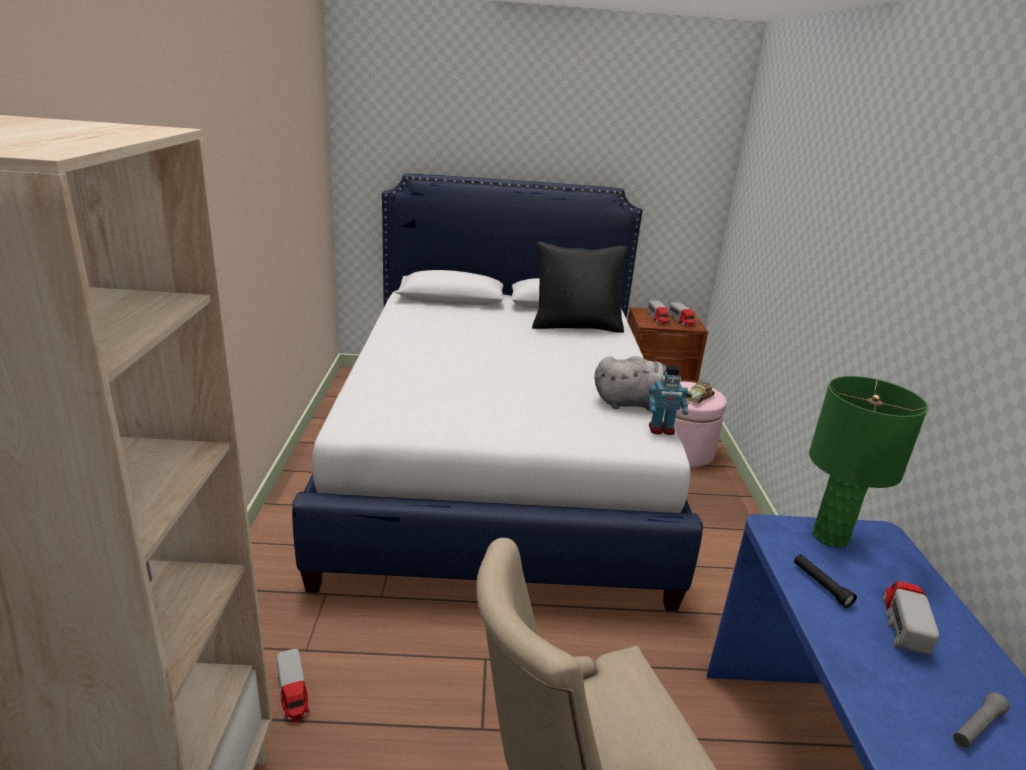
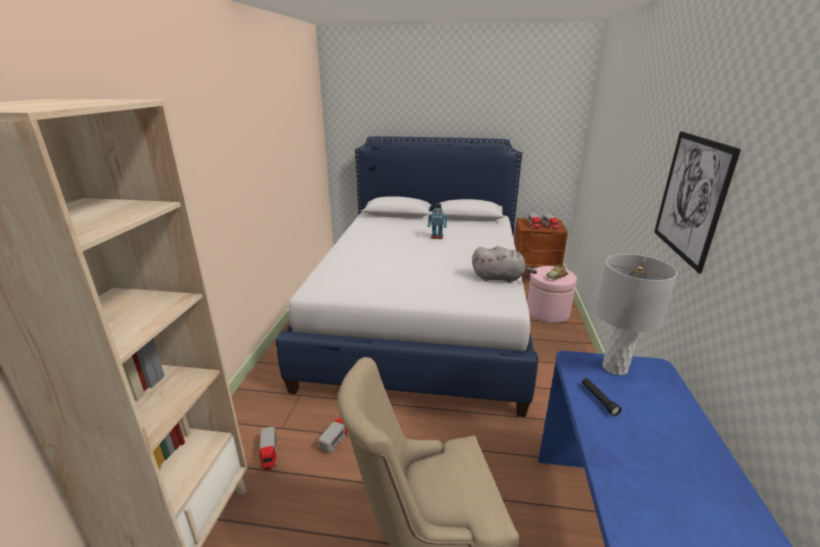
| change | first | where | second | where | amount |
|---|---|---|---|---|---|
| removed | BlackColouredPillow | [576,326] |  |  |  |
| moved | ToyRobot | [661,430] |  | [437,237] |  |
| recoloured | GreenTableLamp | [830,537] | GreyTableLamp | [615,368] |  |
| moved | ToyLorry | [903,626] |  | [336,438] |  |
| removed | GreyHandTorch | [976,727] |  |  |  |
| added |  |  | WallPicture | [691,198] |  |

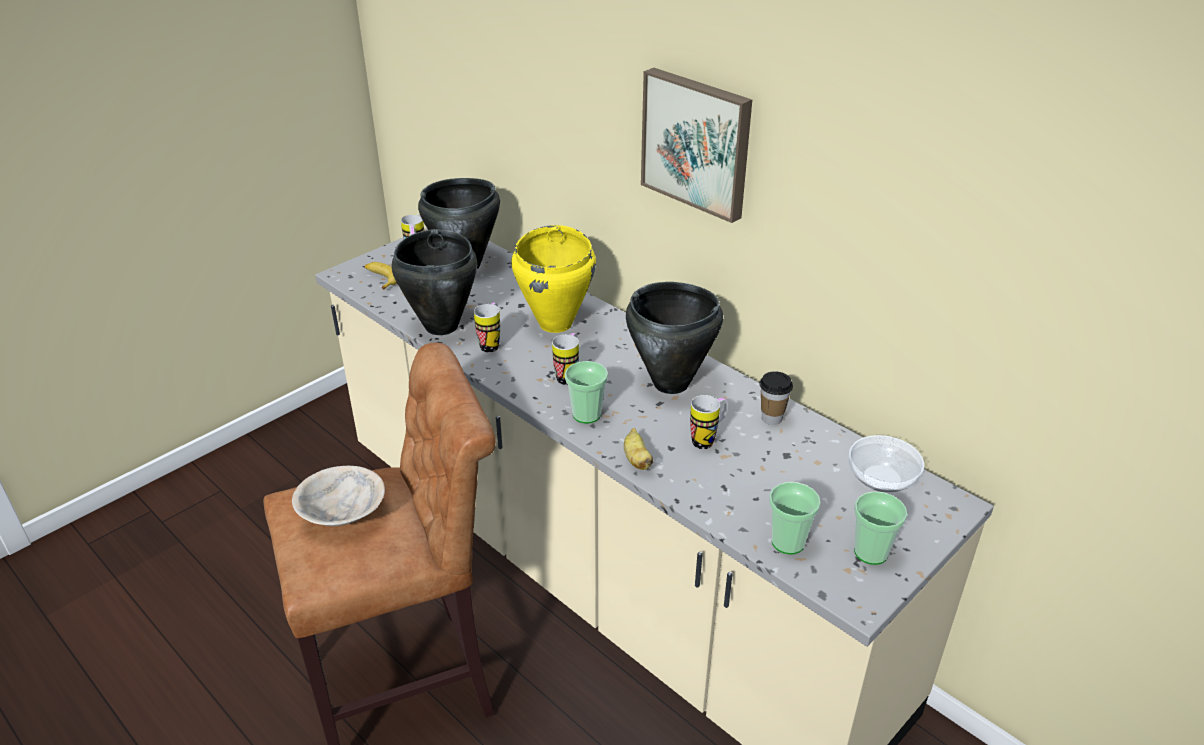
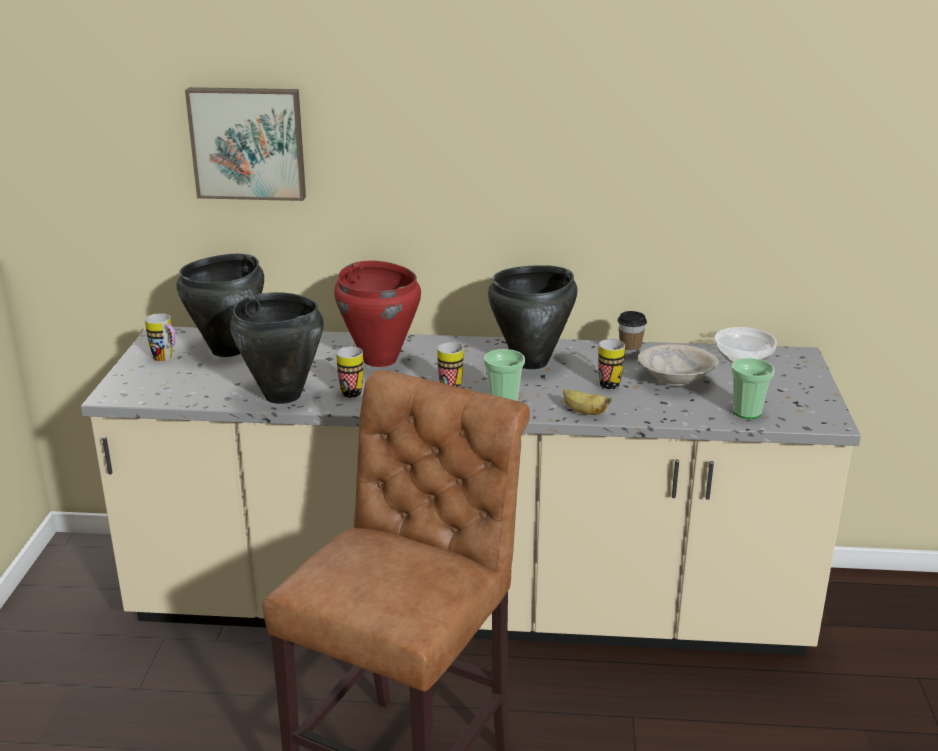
| change | first | where | second | where | amount |
|---|---|---|---|---|---|
| moved | WallPicture | [697,142] |  | [248,143] |  |
| recoloured | YellowishCookingPot | [556,323] | ReddishCookingPot | [380,359] |  |
| removed | BananaFruit | [380,279] |  |  |  |
| moved | BeigeServingBowl | [342,513] |  | [675,380] |  |
| removed | Cup | [871,552] |  |  |  |

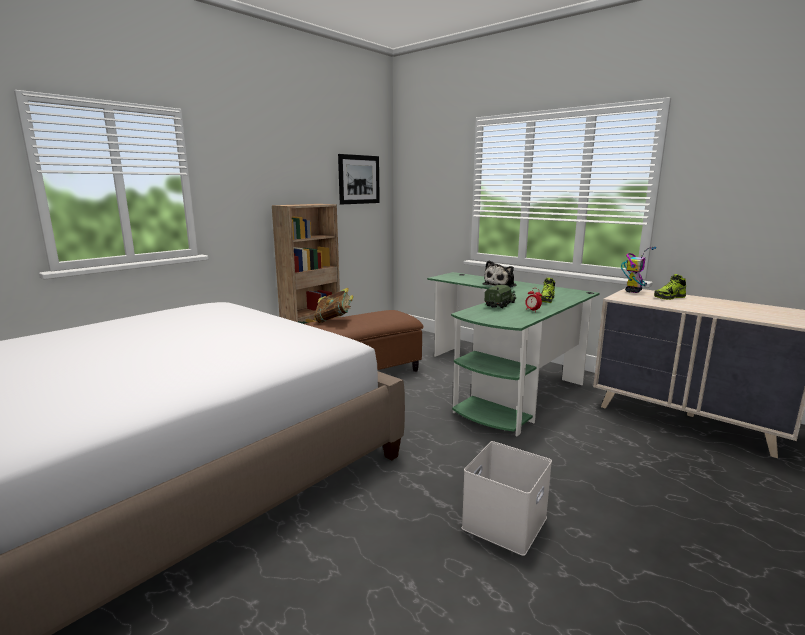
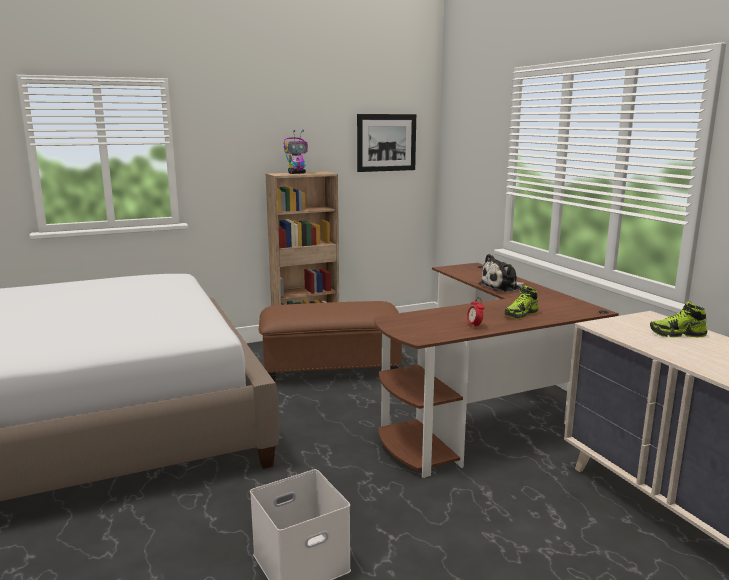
| change | first | where | second | where | amount |
|---|---|---|---|---|---|
| moved | ToyRobot | [633,291] |  | [297,173] |  |
| recoloured | GreenDeskTable | [506,382] | BrownDeskTable | [486,411] |  |
| removed | ToyLorry | [500,304] |  |  |  |
| removed | BoundBook | [334,320] |  |  |  |

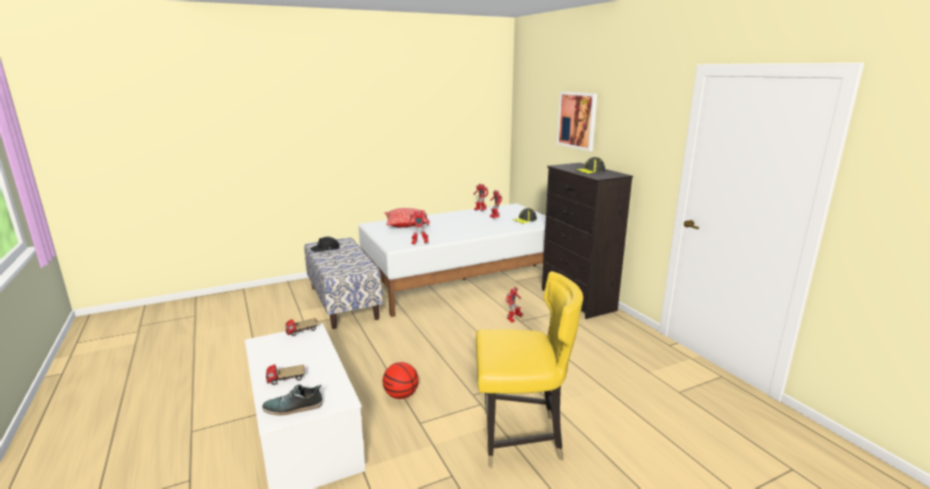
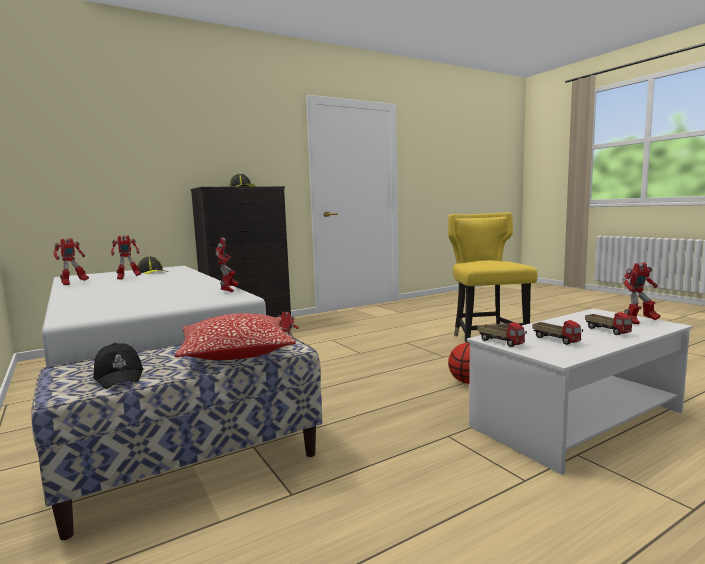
| change | first | where | second | where | amount |
|---|---|---|---|---|---|
| removed | WallPicture | [577,120] |  |  |  |
| moved | Pillow | [406,224] |  | [236,353] |  |
| replaced | Shoe | [293,407] | ToyRobot | [639,322] |  |
| added |  |  | ToyLorry | [556,340] |  |

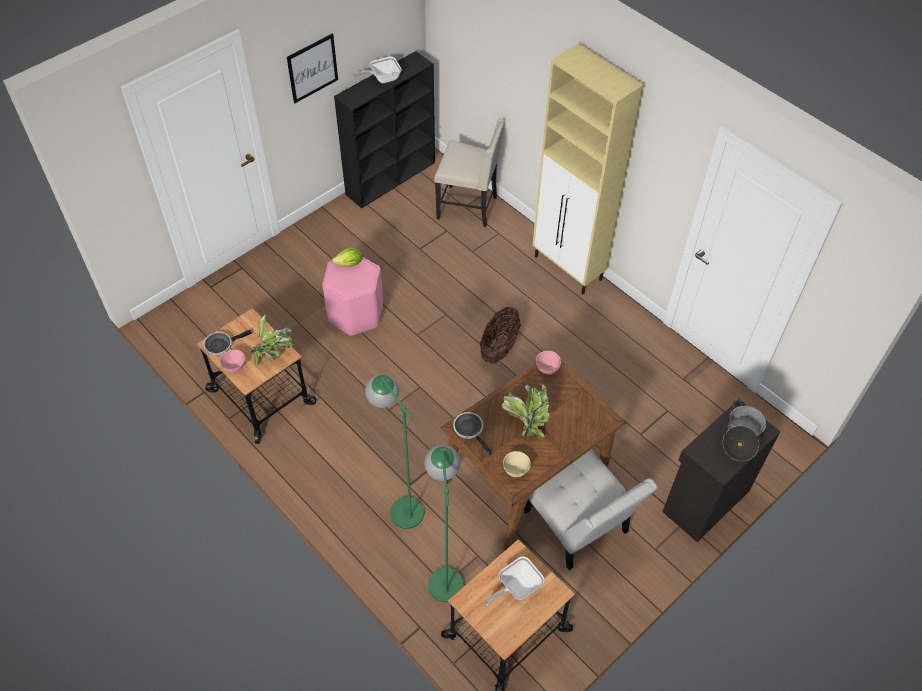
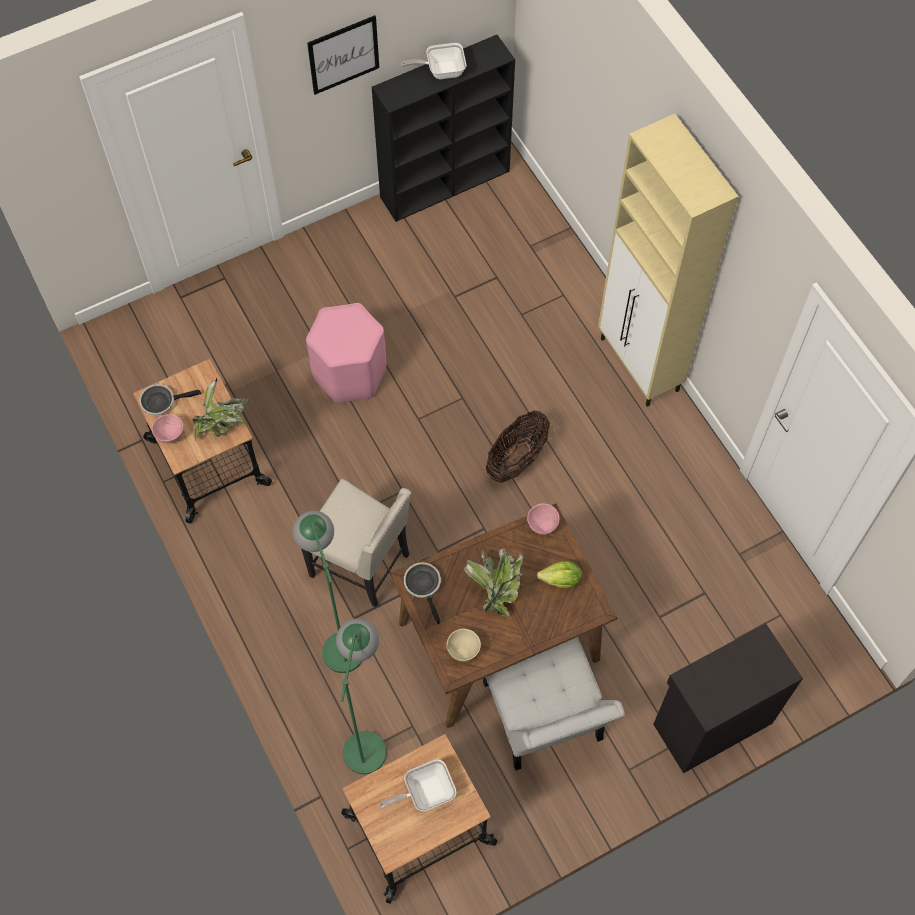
| change | first | where | second | where | amount |
|---|---|---|---|---|---|
| moved | BeigePlainChair | [468,207] |  | [362,565] |  |
| moved | LettuceHead | [349,264] |  | [561,580] |  |
| removed | CookingPot | [741,437] |  |  |  |

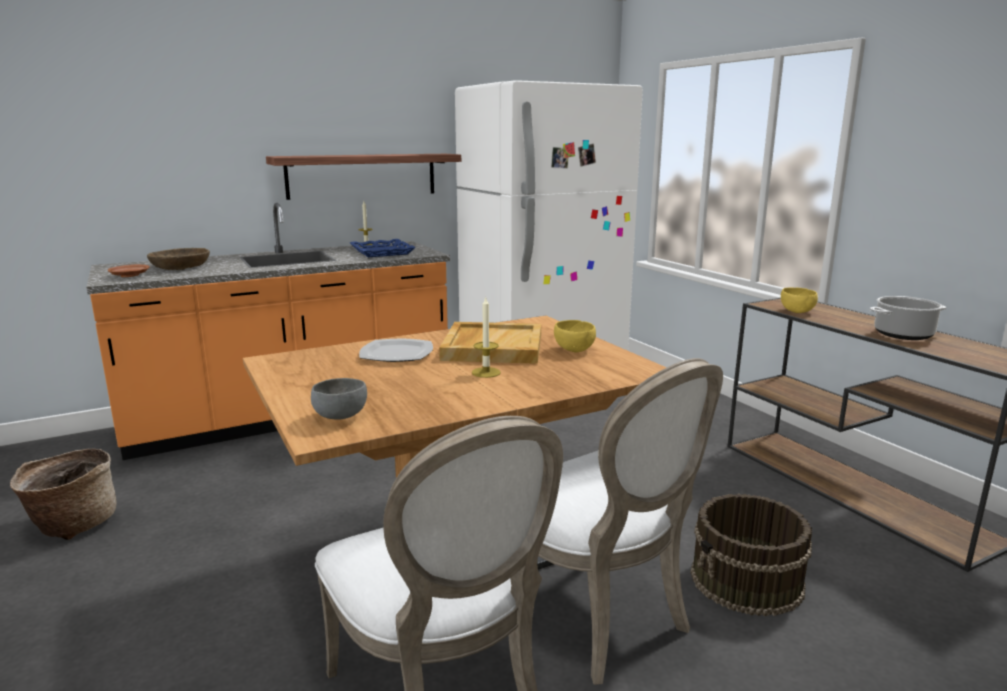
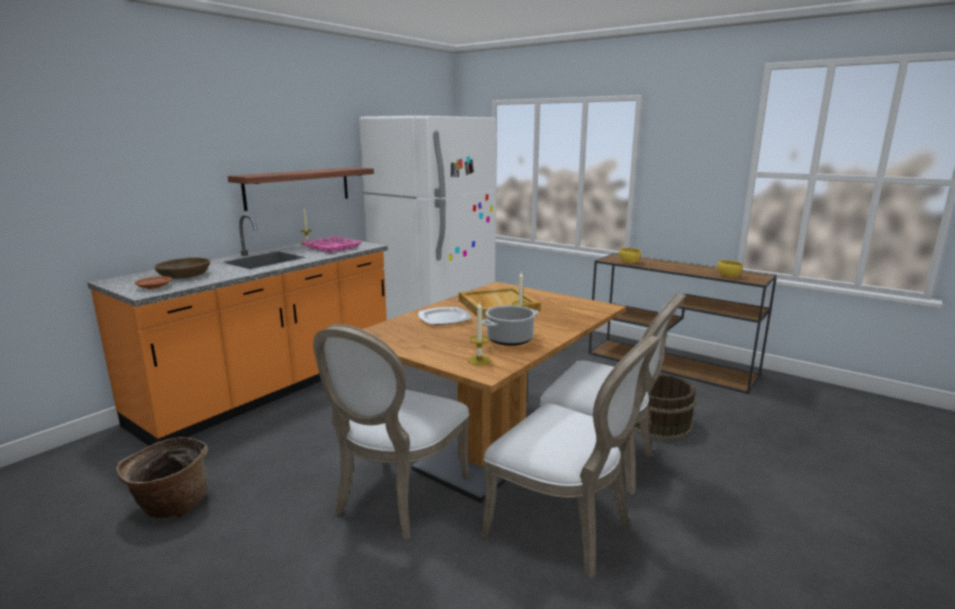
| change | first | where | second | where | amount |
|---|---|---|---|---|---|
| recoloured | BlueColouredCarryingTray | [382,252] | PinkCarryingTray | [332,248] |  |
| moved | CookingPot | [903,334] |  | [510,339] |  |
| moved | YellowishServingBowl | [574,350] |  | [728,276] |  |
| replaced | GreyServingBowl | [340,416] | WaxLight | [479,360] |  |
| added |  |  | WhitePlainChair | [396,498] |  |

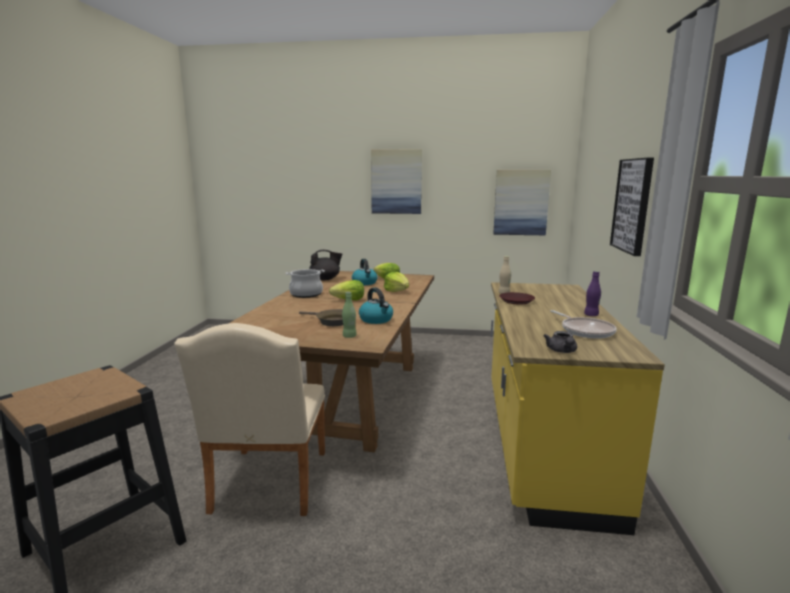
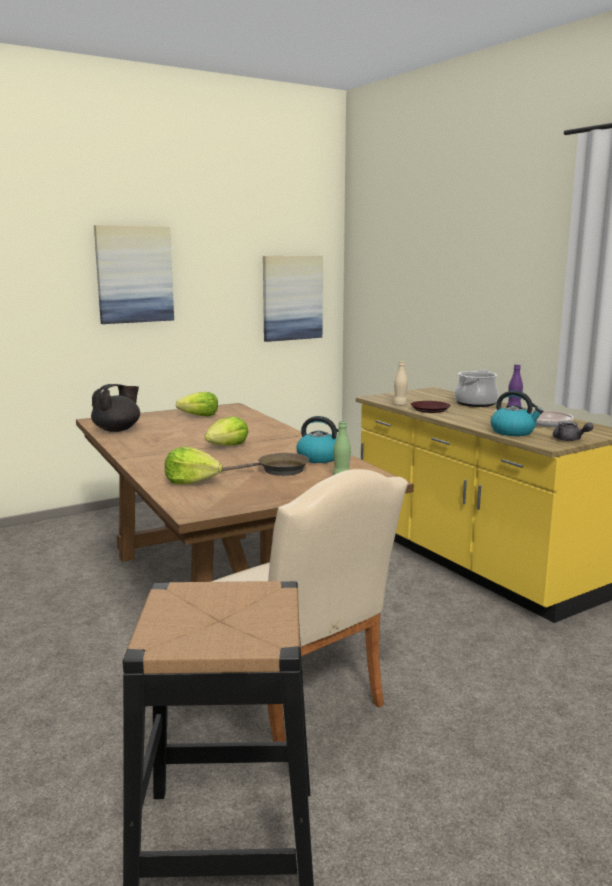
| change | first | where | second | where | amount |
|---|---|---|---|---|---|
| removed | WallPicture | [633,205] |  |  |  |
| moved | Kettle | [365,283] |  | [513,432] |  |
| moved | CookingPot | [306,294] |  | [476,403] |  |
| moved | LettuceHead | [397,291] |  | [191,481] |  |

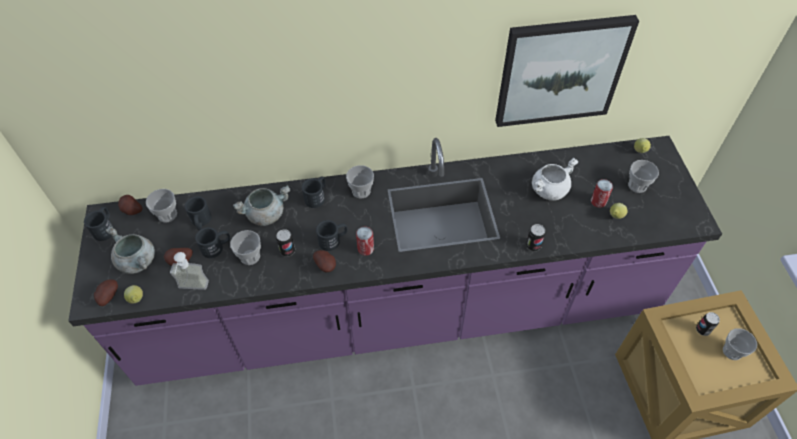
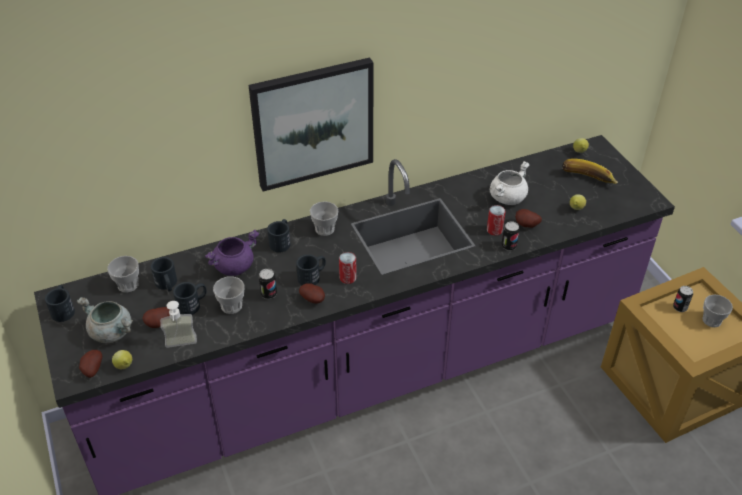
| change | first | where | second | where | amount |
|---|---|---|---|---|---|
| moved | WallPicture | [560,71] |  | [313,123] |  |
| replaced | Cup | [637,185] | BananaFruit | [587,180] |  |
| moved | SealedCan | [598,201] |  | [494,230] |  |
| recoloured | GreyCookingPot | [266,214] | PurpleCookingPot | [234,266] |  |
| moved | Potato | [132,211] |  | [526,226] |  |

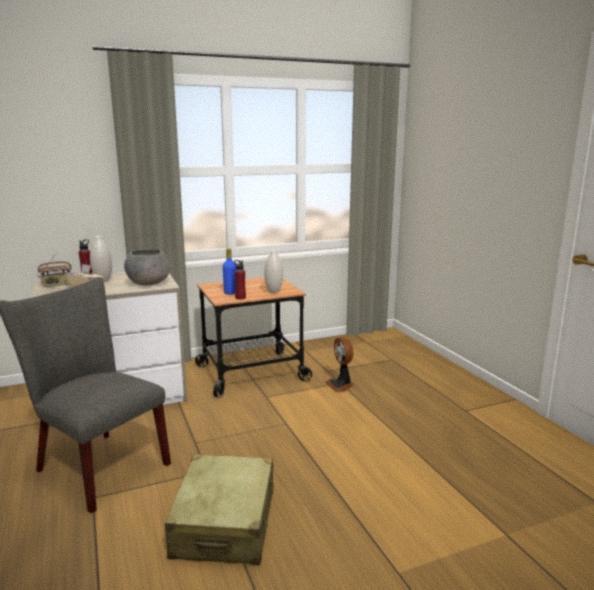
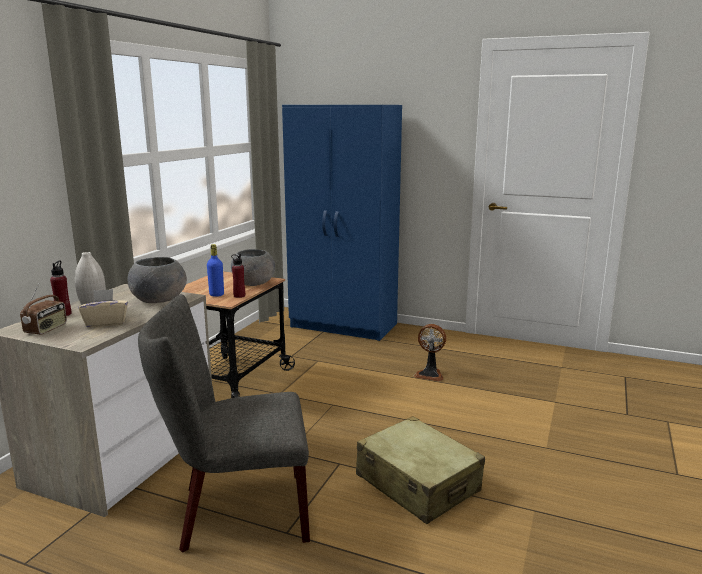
| change | first | where | second | where | amount |
|---|---|---|---|---|---|
| replaced | WhiteFlowerVase | [273,291] | GreyServingBowl | [254,283] |  |
| moved | CoolingFan | [341,385] |  | [430,374] |  |
| added |  |  | BlueColouredArmoire | [344,326] |  |

